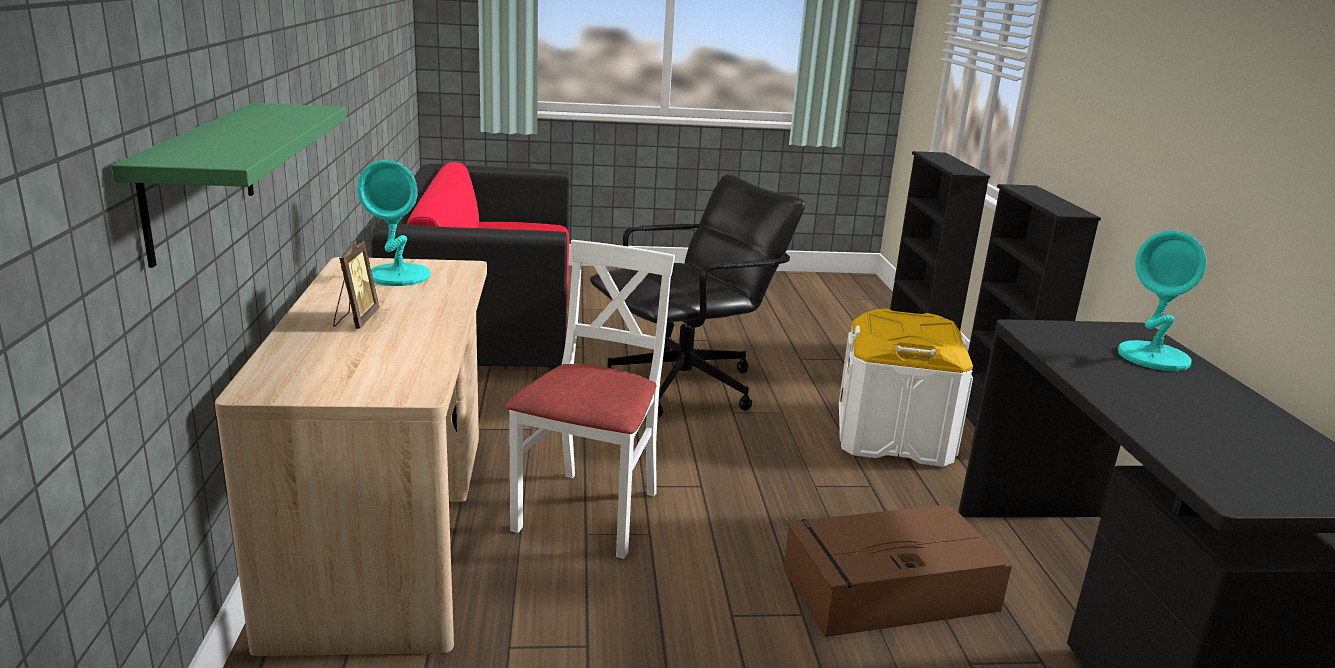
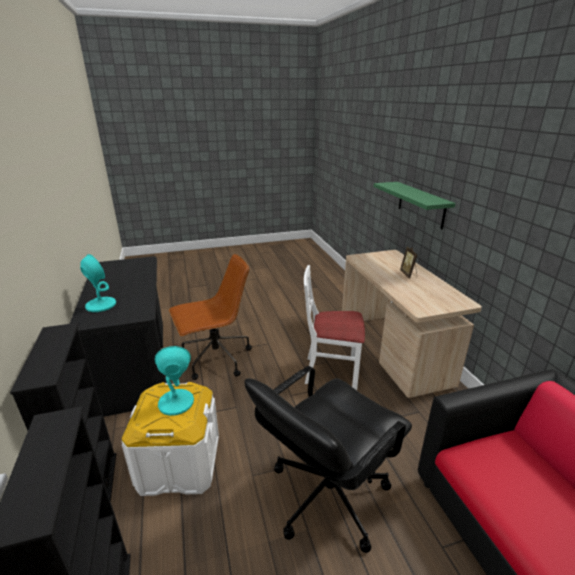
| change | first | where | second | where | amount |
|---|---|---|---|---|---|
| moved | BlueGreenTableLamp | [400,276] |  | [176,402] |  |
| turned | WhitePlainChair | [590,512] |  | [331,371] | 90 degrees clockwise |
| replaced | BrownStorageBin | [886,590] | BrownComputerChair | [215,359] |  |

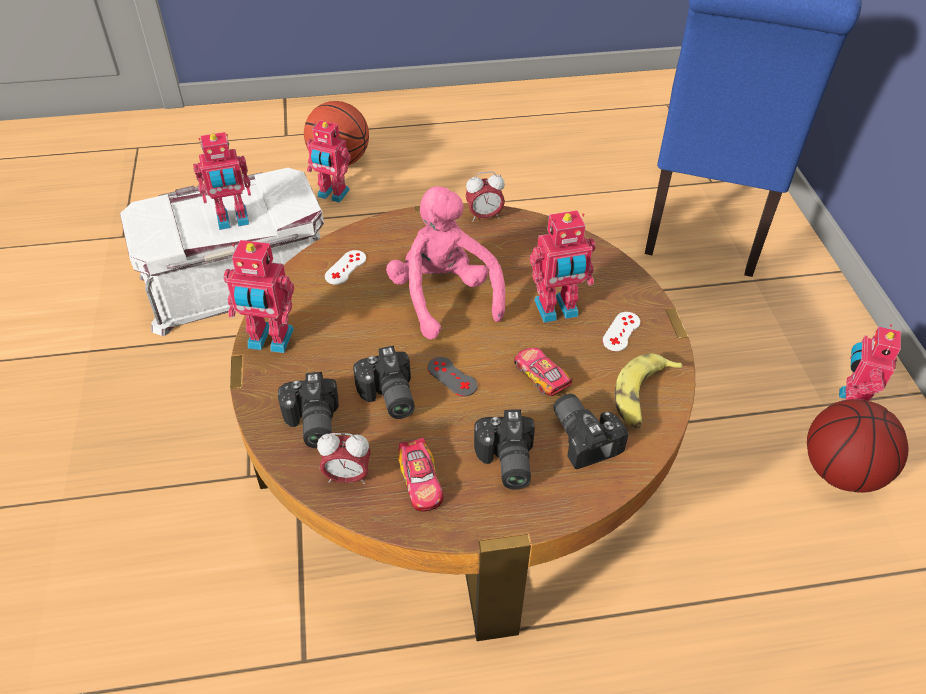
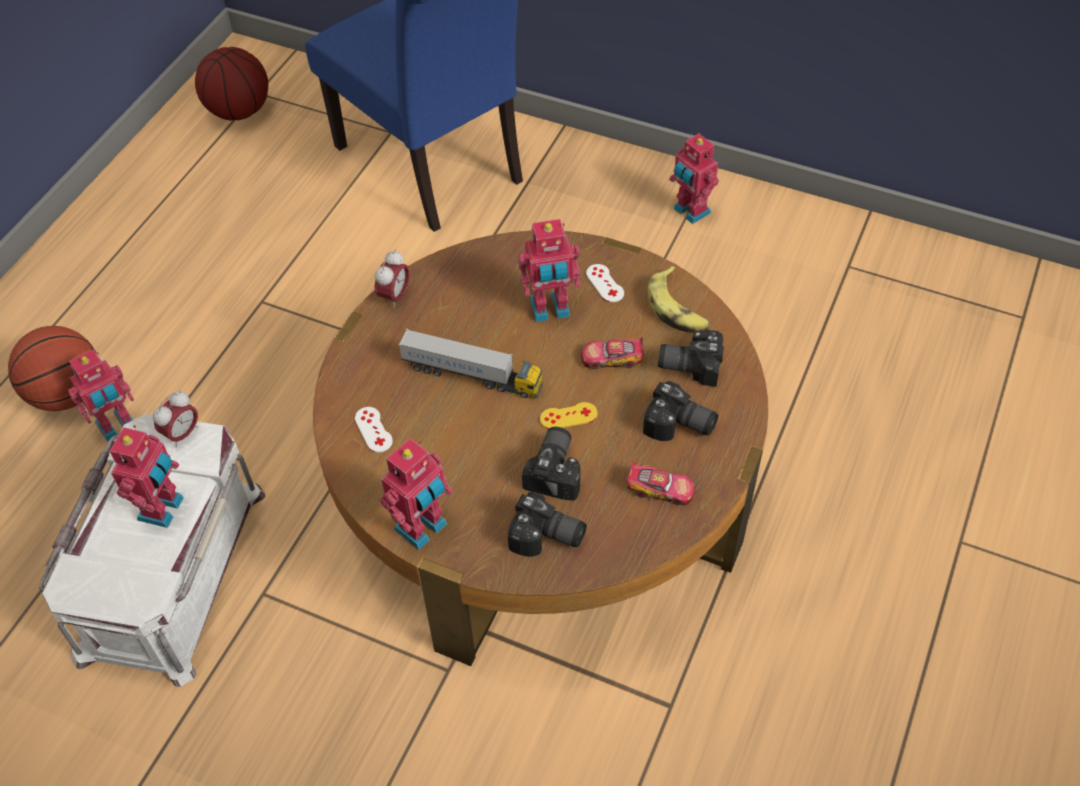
| change | first | where | second | where | amount |
|---|---|---|---|---|---|
| replaced | PinkPlushToy | [444,296] | ToyLorry | [472,376] |  |
| turned | ToyRobot | [557,310] |  | [550,310] | 60 degrees clockwise |
| turned | StillCamera | [387,397] |  | [557,471] | 90 degrees counterclockwise |
| recoloured | GreyJoypad | [452,377] | YellowishJoypad | [568,416] |  |
| moved | Basketball | [841,472] |  | [240,111] |  |
| moved | AlarmClock | [347,476] |  | [182,434] |  |

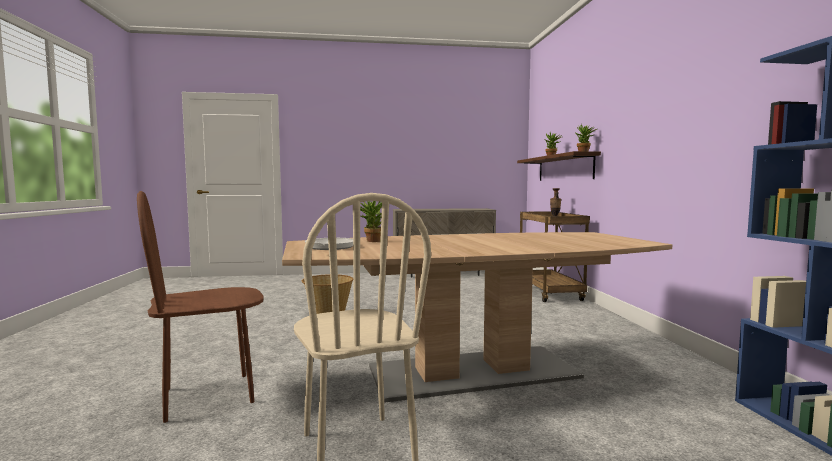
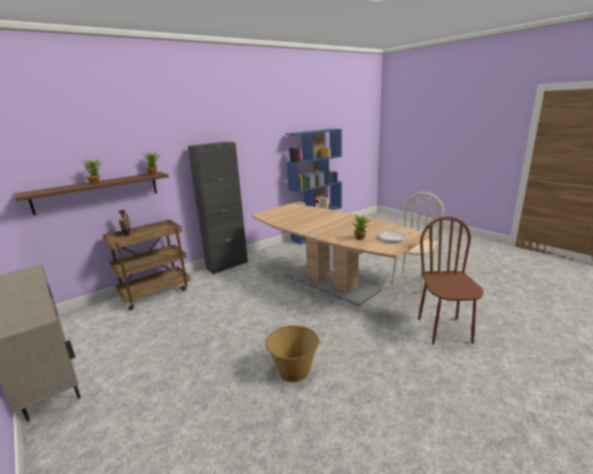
| change | first | where | second | where | amount |
|---|---|---|---|---|---|
| turned | BrownPlainChair | [208,396] |  | [444,330] | 120 degrees counterclockwise |
| added |  |  | BlackColouredCabinet | [227,265] |  |

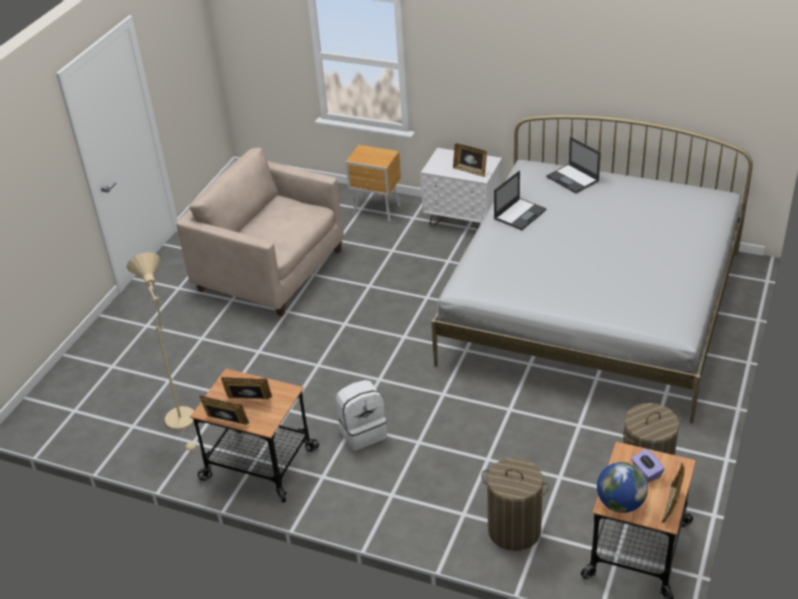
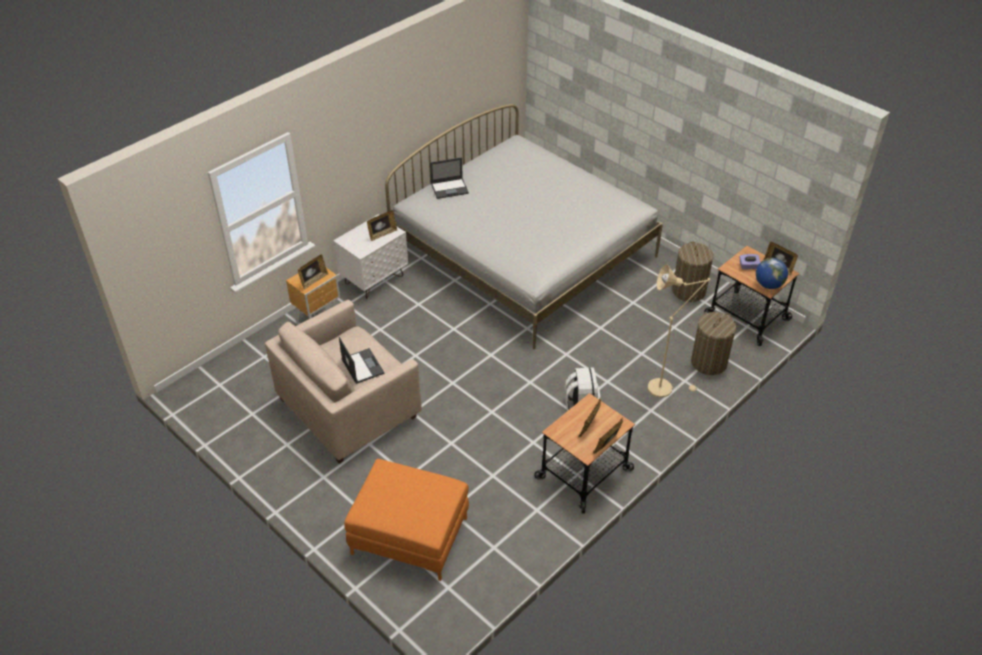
| change | first | where | second | where | amount |
|---|---|---|---|---|---|
| moved | Laptop | [520,214] |  | [362,366] |  |
| moved | BeigeStandardLamp | [183,422] |  | [664,387] |  |
| added |  |  | PictureFrame | [313,280] |  |
| added |  |  | OrangePouffe | [409,536] |  |

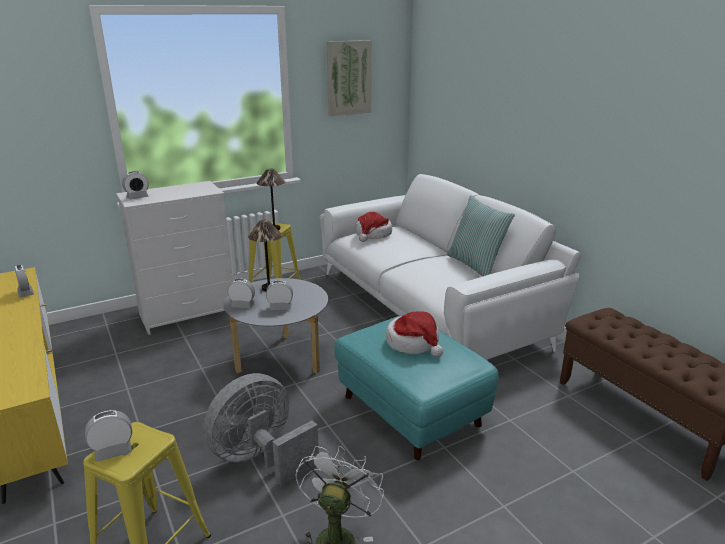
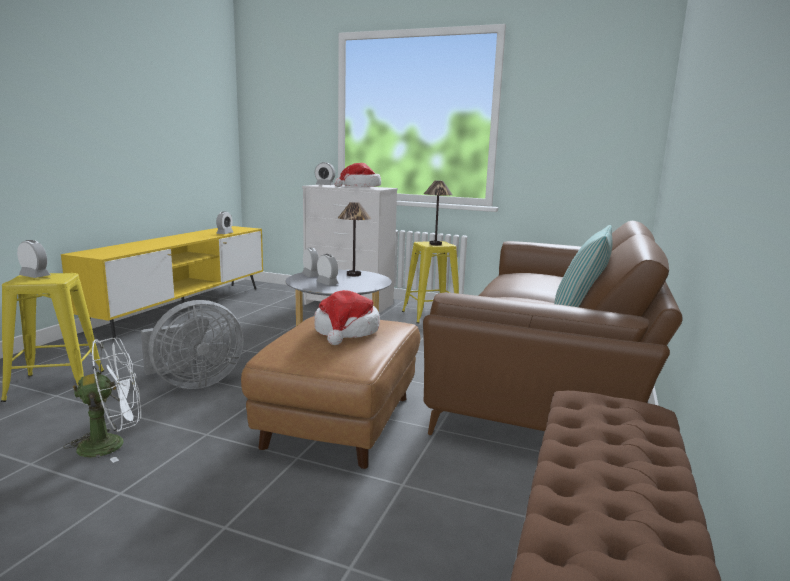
| change | first | where | second | where | amount |
|---|---|---|---|---|---|
| removed | WallPicture | [348,78] |  |  |  |
| recoloured | WhiteCouch | [431,307] | BrownCouch | [550,375] |  |
| moved | ClothingHat | [373,234] |  | [360,187] |  |
| recoloured | BlueGreenPouffe | [412,410] | BrownPouffe | [340,421] |  |
| turned | GreyCoolingFan | [261,458] |  | [193,383] | 135 degrees clockwise |

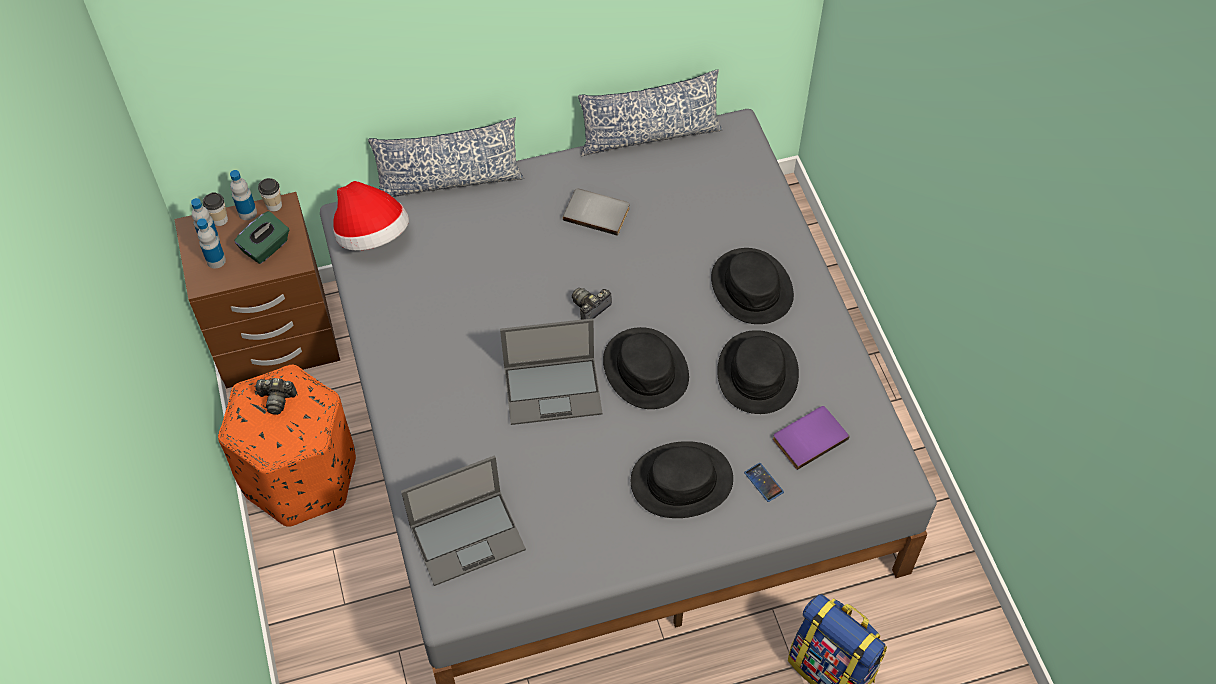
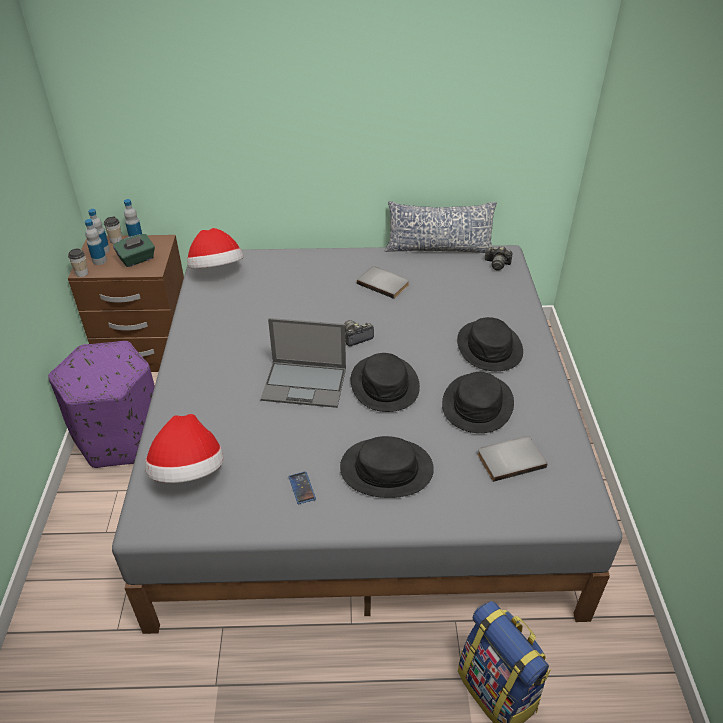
| change | first | where | second | where | amount |
|---|---|---|---|---|---|
| removed | Pillow | [449,181] |  |  |  |
| moved | Cup | [274,205] |  | [82,273] |  |
| recoloured | OrangePouffe | [301,475] | PurplePouffe | [121,436] |  |
| moved | StillCamera | [277,399] |  | [497,264] |  |
| recoloured | PurpleBoundBook | [808,437] | GreyBoundBook | [510,459] |  |
| replaced | Laptop | [468,536] | ClothingHat | [188,472] |  |
| moved | Handset | [763,482] |  | [302,488] |  |

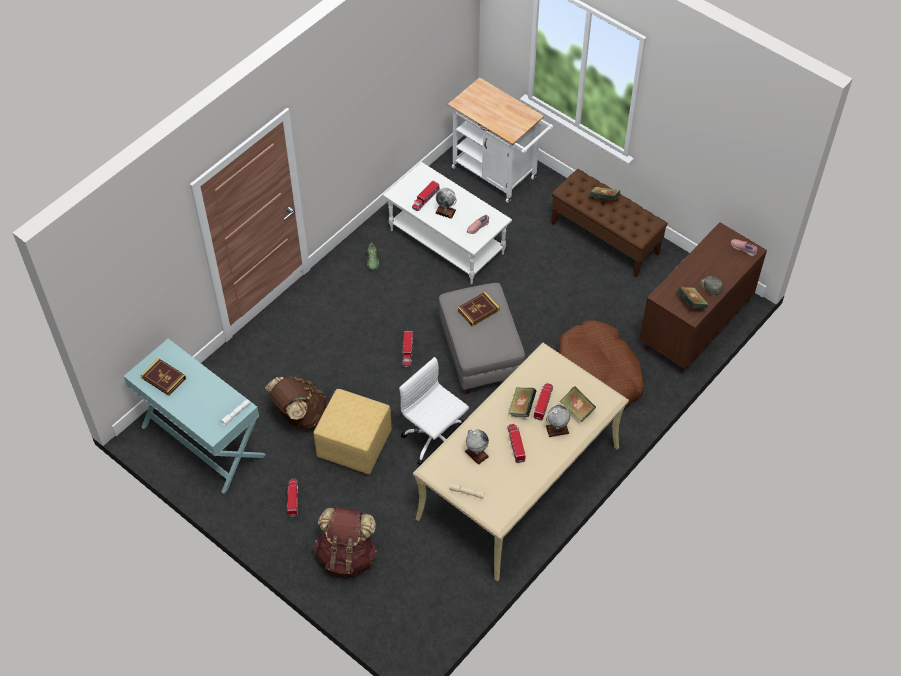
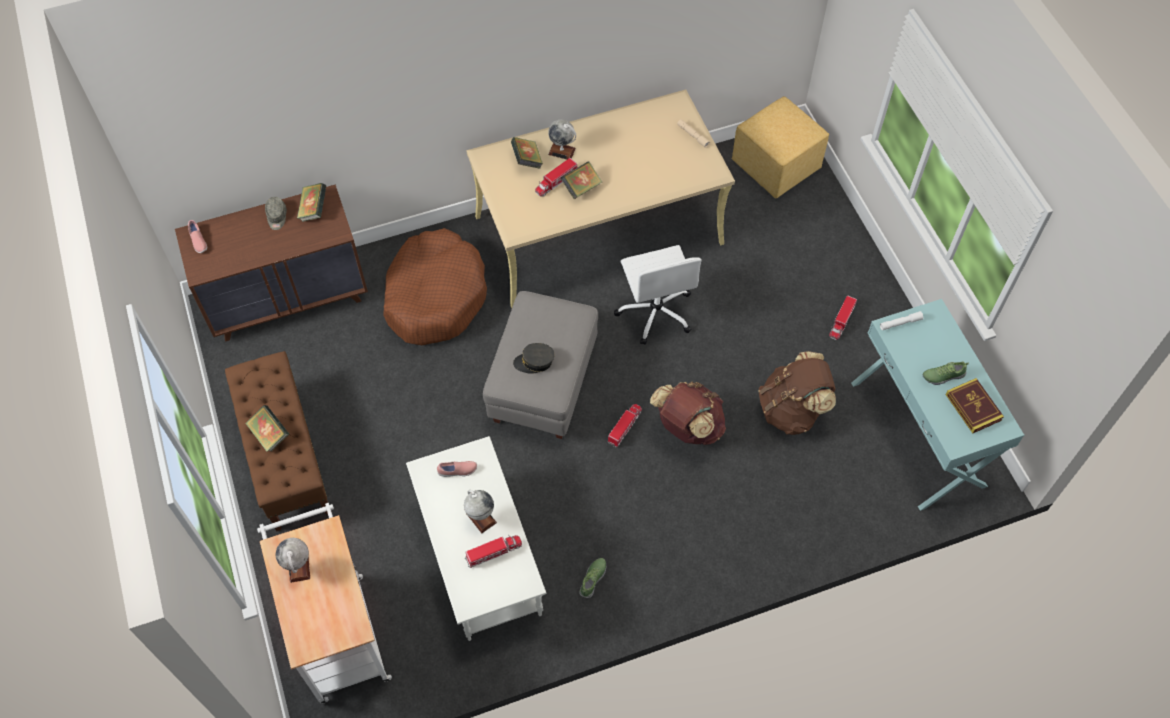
| change | first | where | second | where | amount |
|---|---|---|---|---|---|
| replaced | BoundBook | [478,310] | GreyBaseballCap | [534,362] |  |
| moved | YellowishPouffe | [353,445] |  | [777,166] |  |
| removed | ToyLorry | [516,445] |  |  |  |
| moved | WorldGlobe | [476,454] |  | [299,567] |  |
| moved | BrownRucksack | [347,556] |  | [687,427] |  |
| added |  |  | Shoe | [943,375] |  |

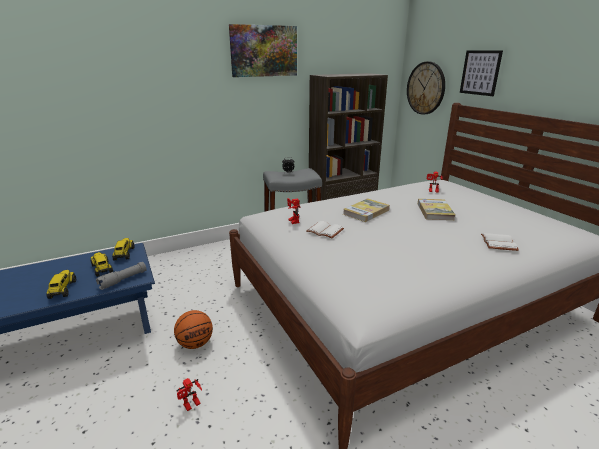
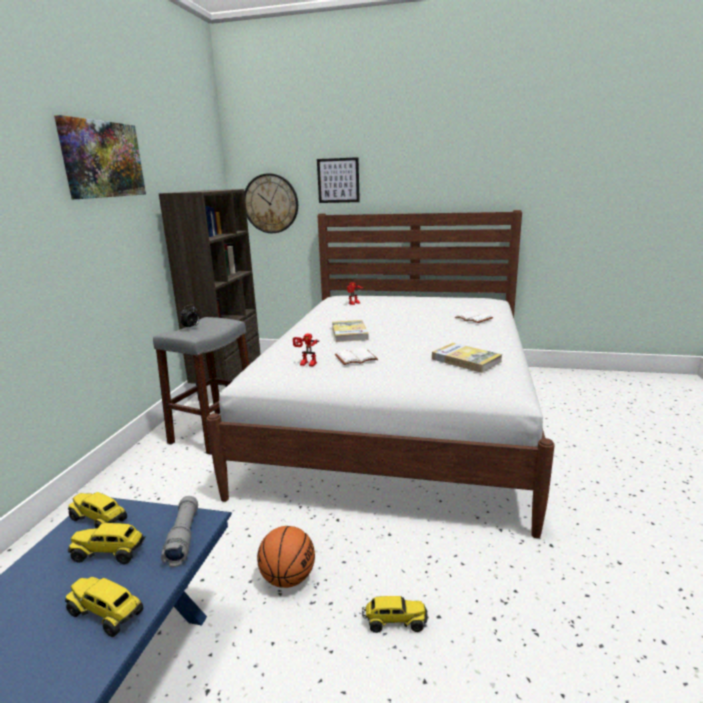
| change | first | where | second | where | amount |
|---|---|---|---|---|---|
| moved | BoundBook | [435,211] |  | [466,360] |  |
| replaced | ToyRobot | [191,406] | ToyLorry | [395,621] |  |

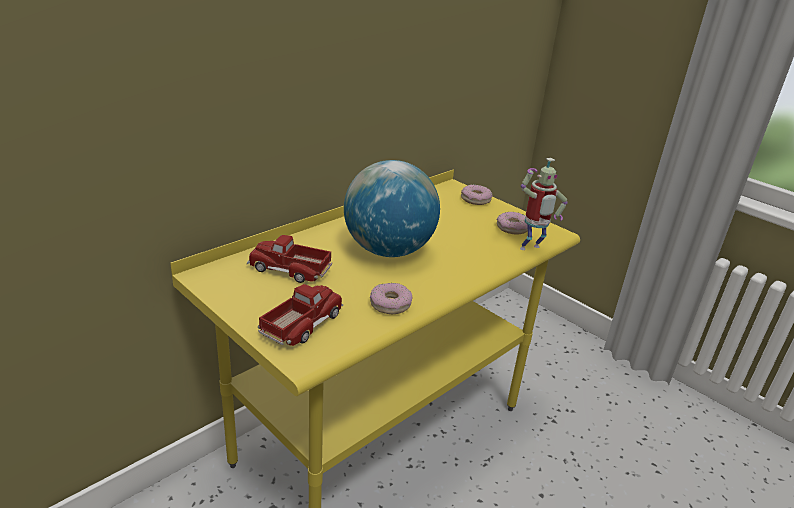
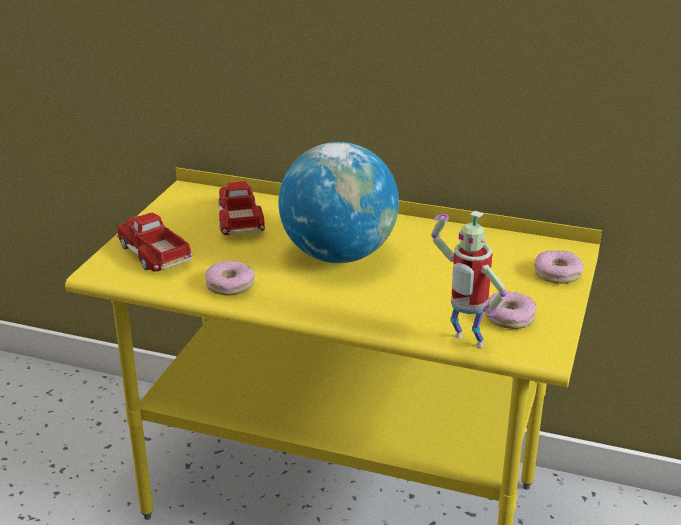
| change | first | where | second | where | amount |
|---|---|---|---|---|---|
| turned | ToyLorry | [302,324] |  | [154,254] | 135 degrees counterclockwise |

